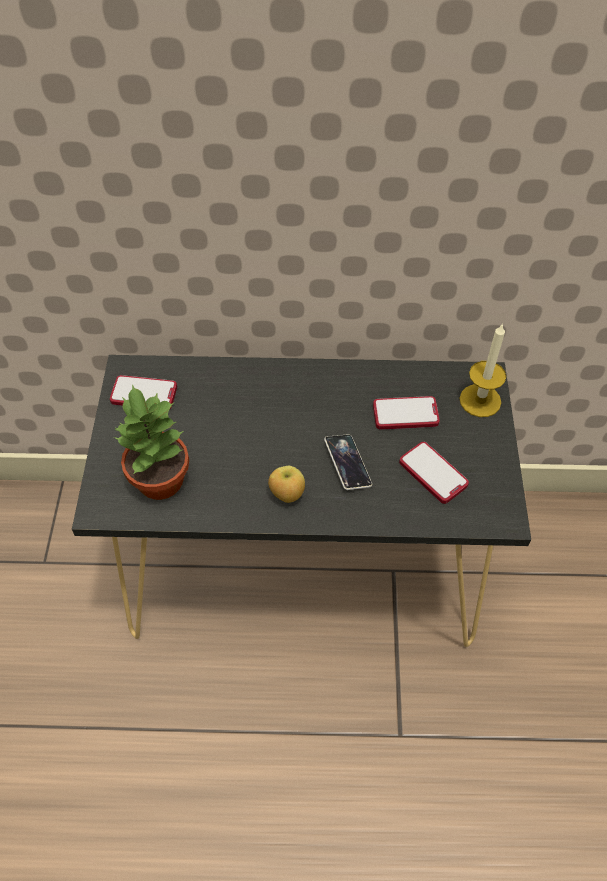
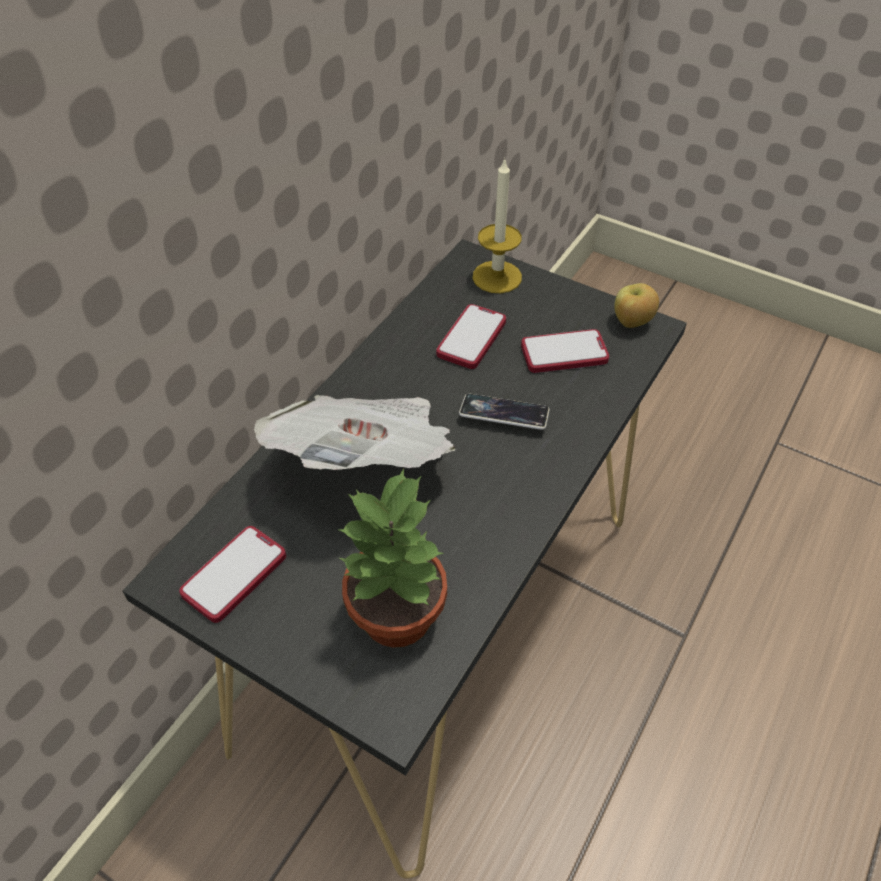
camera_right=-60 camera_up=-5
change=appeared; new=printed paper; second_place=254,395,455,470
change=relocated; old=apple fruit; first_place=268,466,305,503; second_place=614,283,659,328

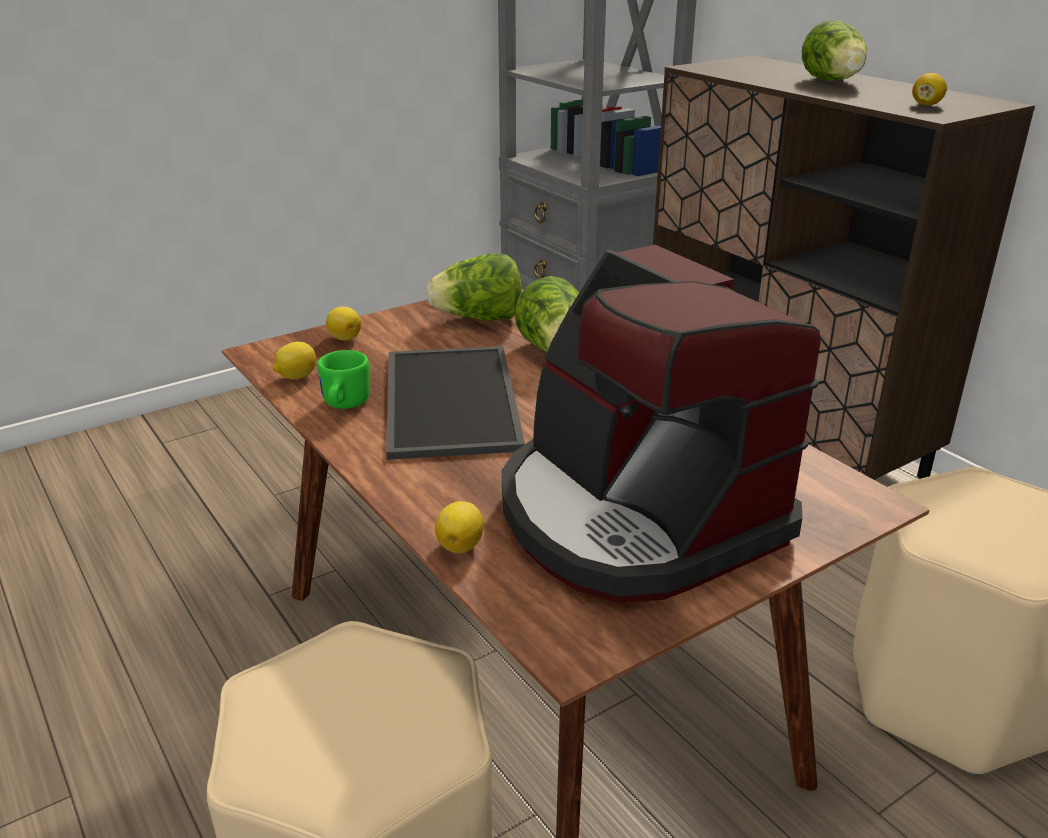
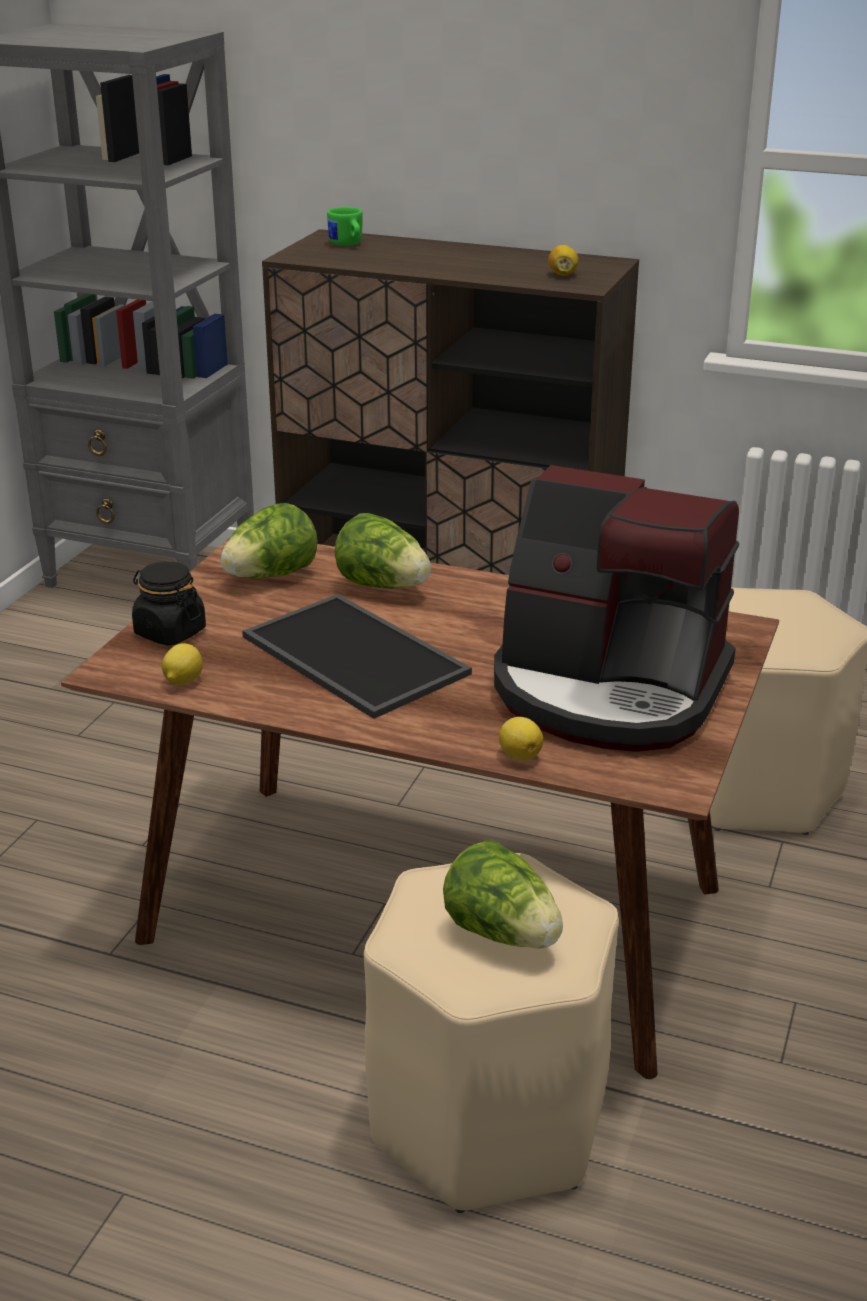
camera_right=-35 camera_up=0
change=relocated; old=greenish coffee mug; first_place=317,350,370,409; second_place=327,207,363,246
change=relocated; old=head of lettuce; first_place=802,20,867,81; second_place=443,840,563,949
change=exchanged; old=whole lemon; new=black-coloured storage jar; first_place=326,306,361,341; second_place=132,561,206,645

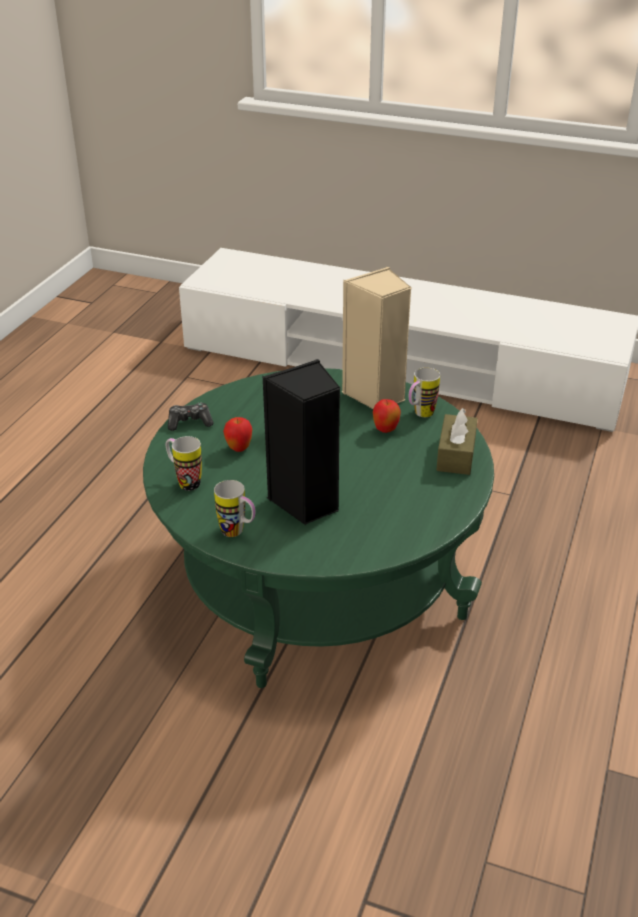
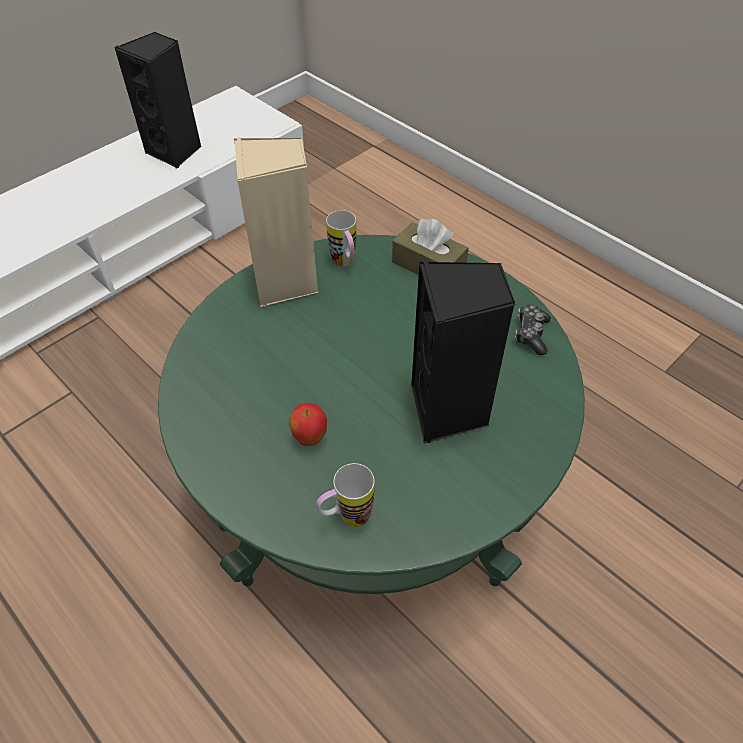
camera_right=-65 camera_up=15
change=missing; old=coffee mug; first_place=214,480,255,537
change=missing; old=apple fruit; first_place=373,399,401,433
change=appeared; new=black-coloured audio speaker; second_place=114,32,201,168
change=relocated; old=gamepad; first_place=168,403,214,431; second_place=515,304,551,355

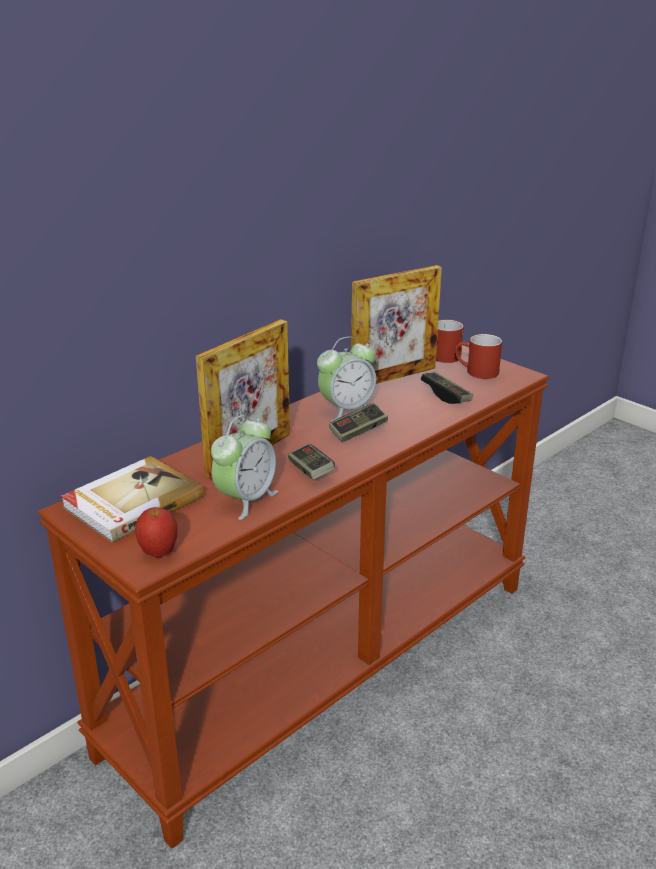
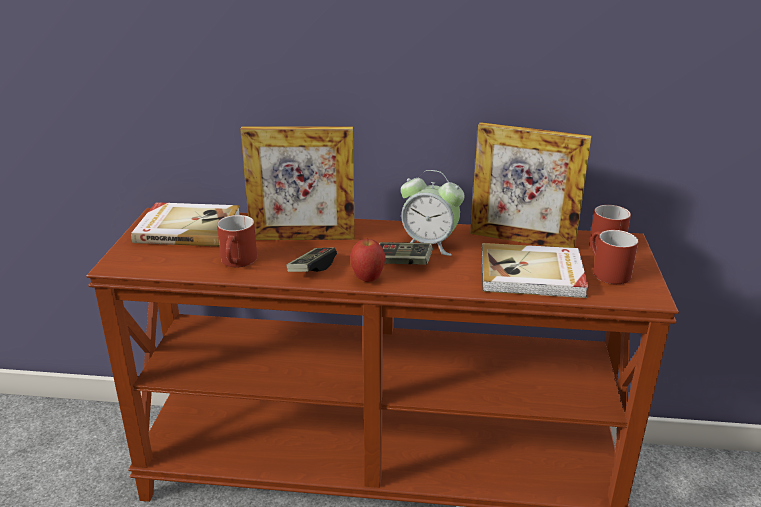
camera_right=50 camera_up=0
change=relocated; old=apple fruit; first_place=135,507,178,557; second_place=350,239,385,282
change=exchanged; old=table clock; new=red coffee mug; first_place=211,415,279,520; second_place=217,215,257,267
change=exchanged; old=gamepad; new=volume; first_place=421,372,473,404; second_place=481,243,589,298

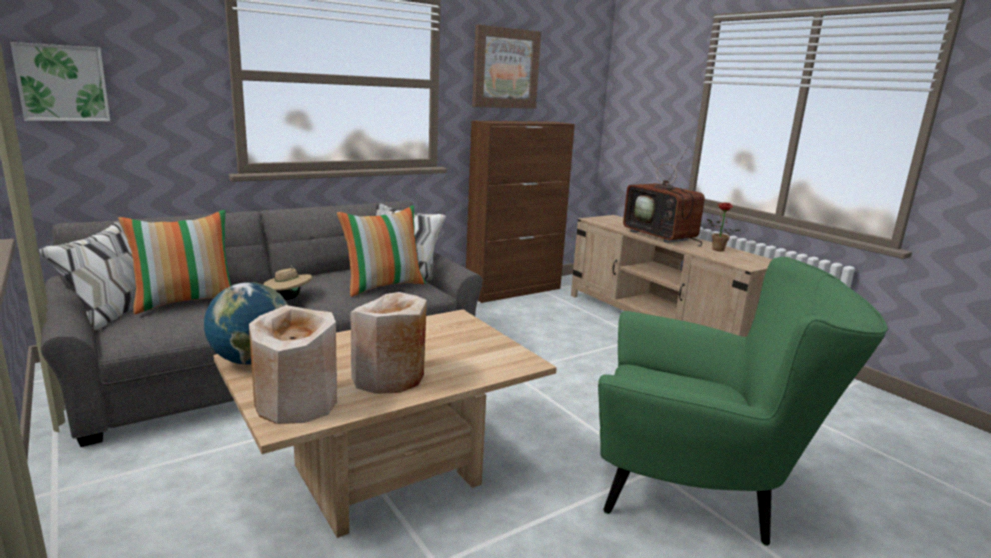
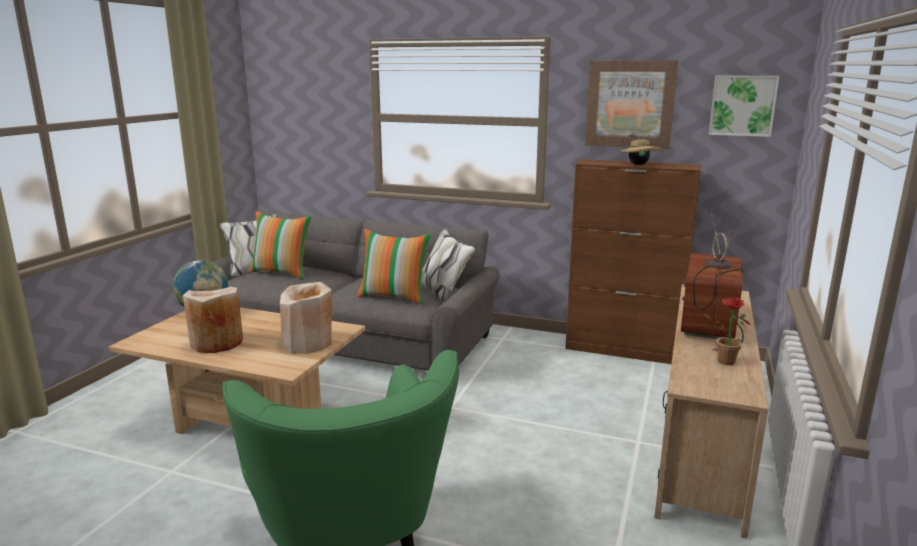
camera_right=55 camera_up=0
change=relocated; old=wall art; first_place=10,42,110,121; second_place=709,75,780,137
change=relocated; old=beige-coloured decorative vase; first_place=249,305,337,424; second_place=280,282,332,354
change=relocated; old=beige-coloured hat; first_place=263,265,312,300; second_place=621,138,661,165

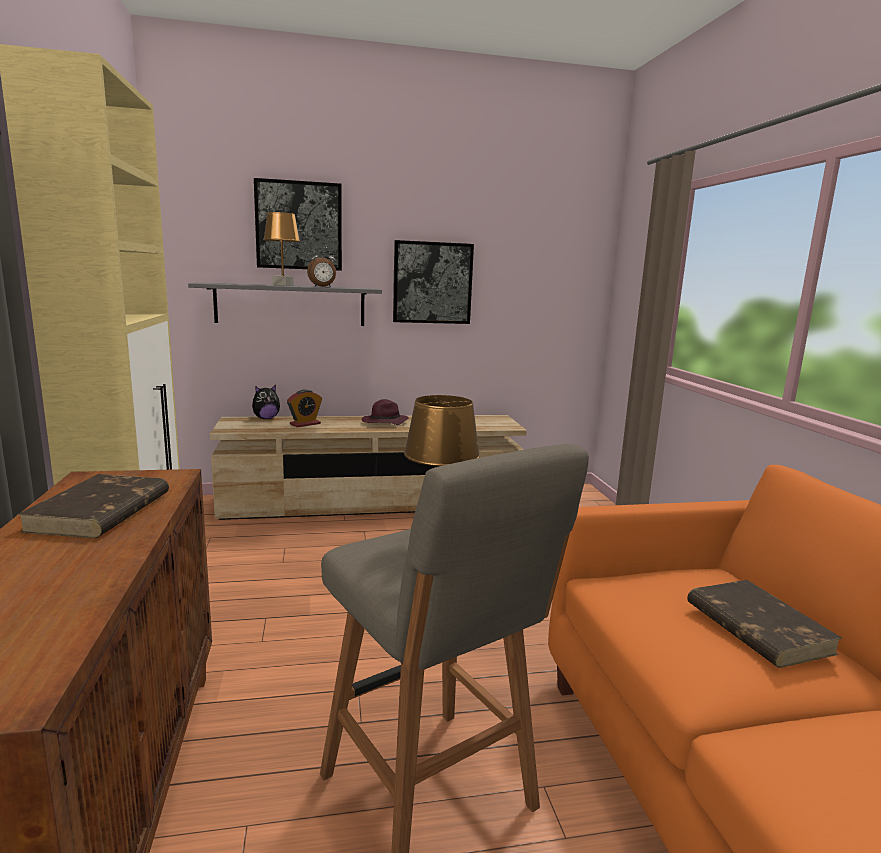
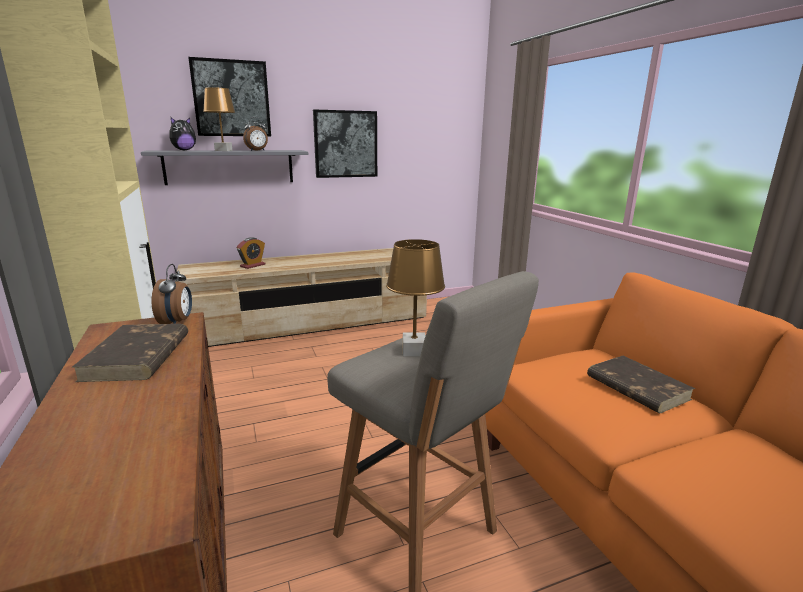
camera_right=-10 camera_up=5
change=missing; old=purple hat; first_place=361,399,409,425
change=appeared; new=table clock; second_place=152,264,192,324
change=relocated; old=soft toy; first_place=252,385,280,419; second_place=169,118,196,151

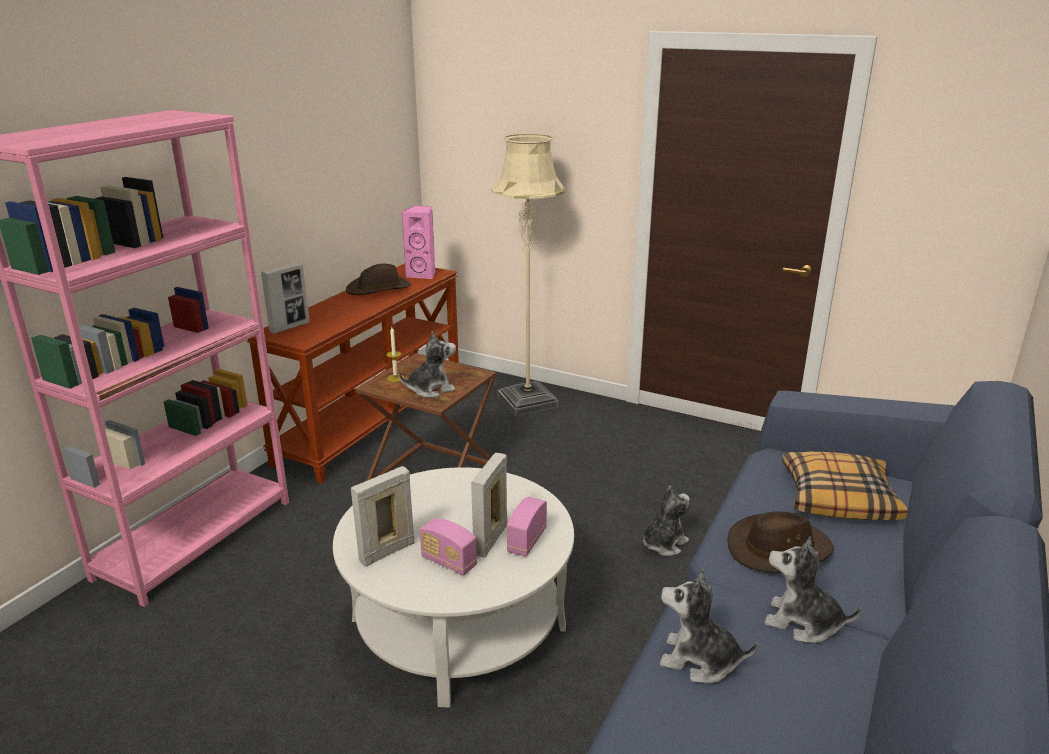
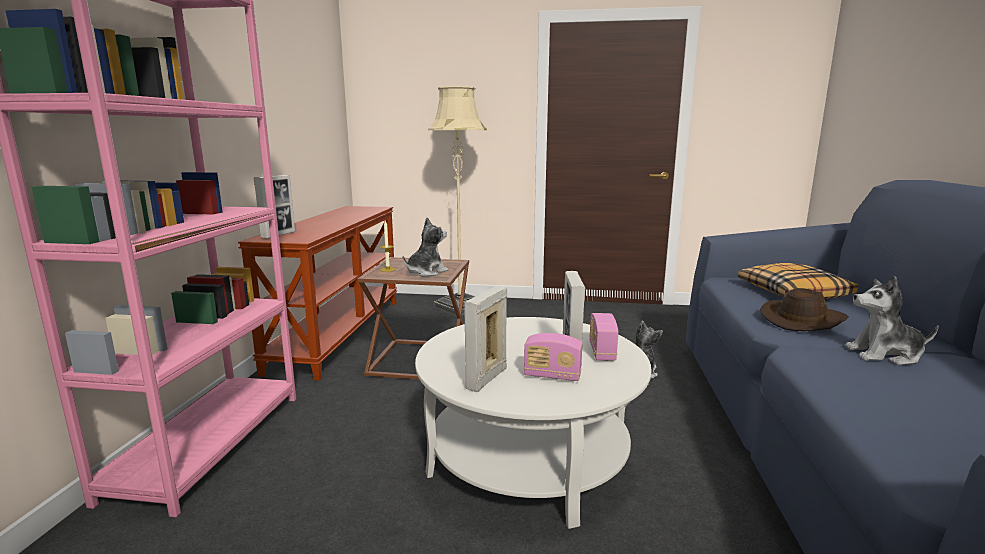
camera_right=-20 camera_up=-10
change=missing; old=brown-coloured hat; first_place=346,264,411,295
change=missing; old=pink-coloured audio speaker; first_place=401,206,435,279
change=missing; old=soft toy; first_place=660,569,758,683

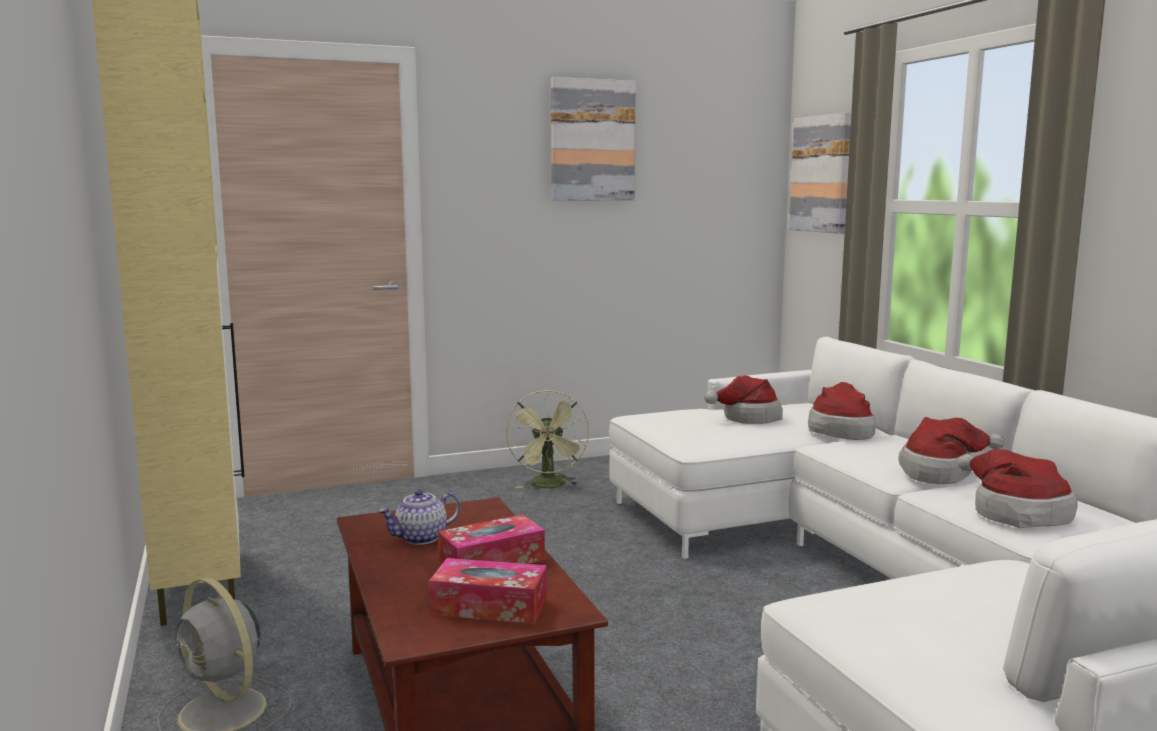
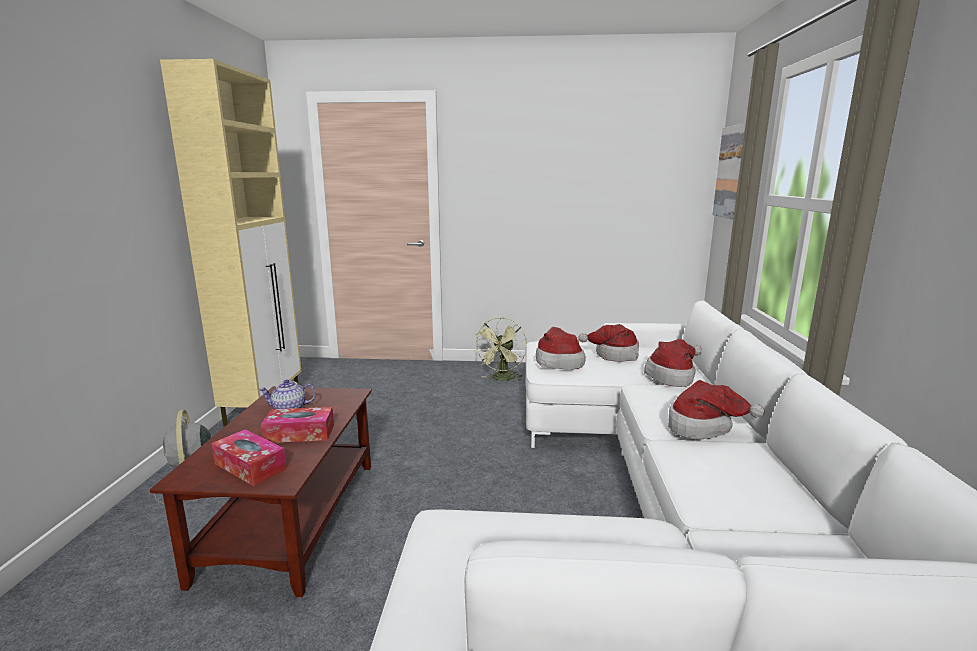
camera_right=25 camera_up=5
change=missing; old=wall art; first_place=551,77,636,201
change=relocated; old=hat; first_place=957,449,1078,528; second_place=536,327,586,370

